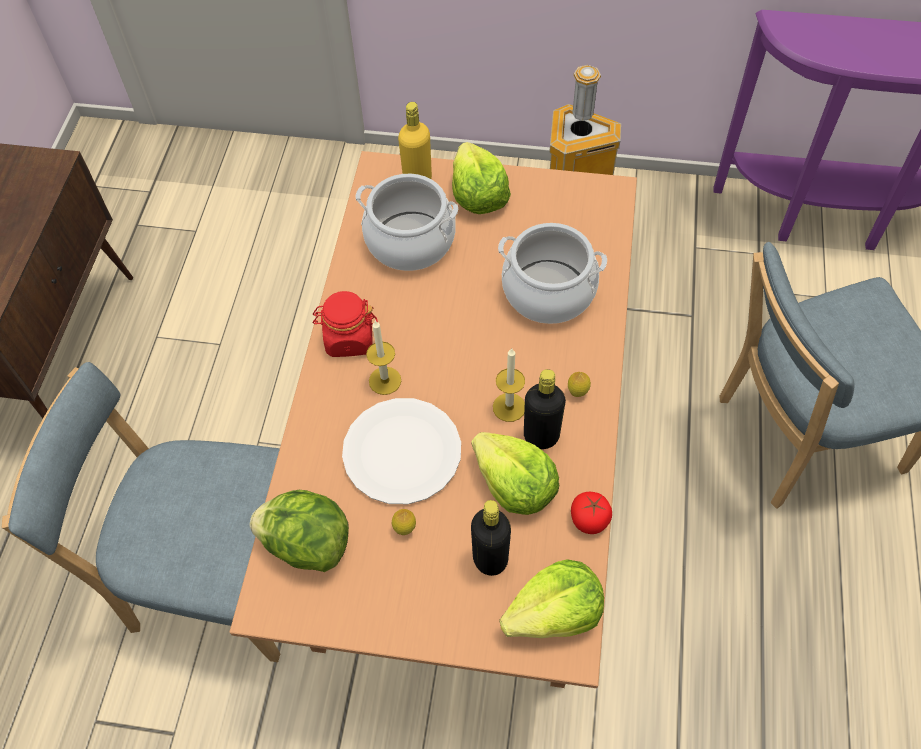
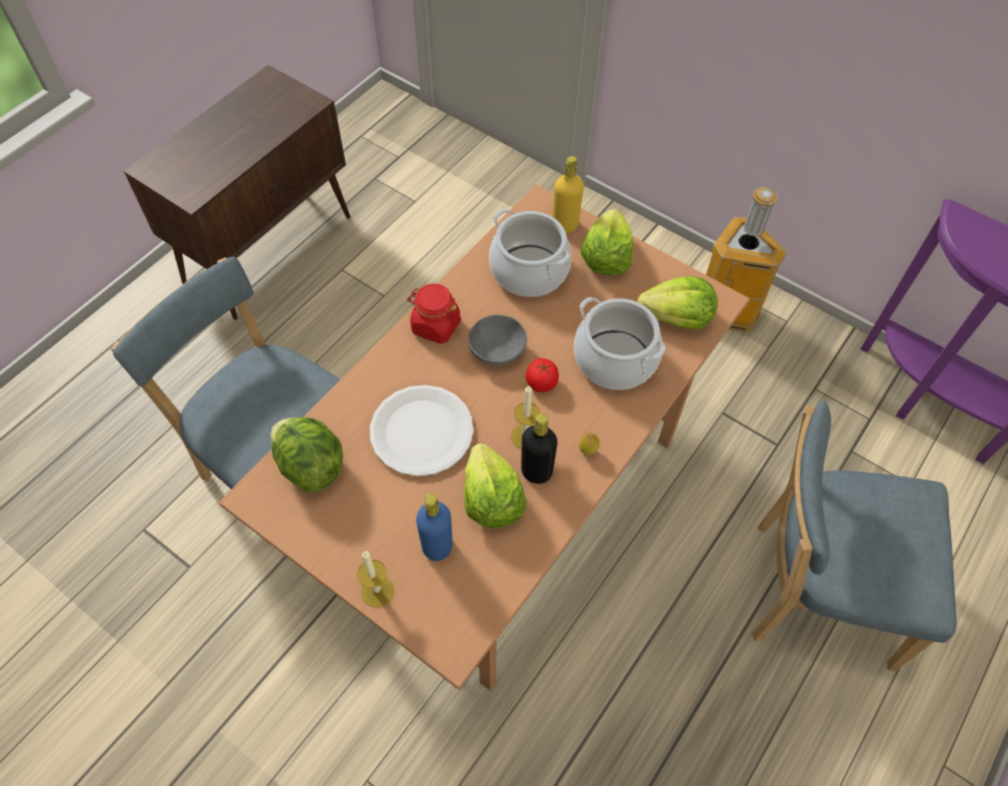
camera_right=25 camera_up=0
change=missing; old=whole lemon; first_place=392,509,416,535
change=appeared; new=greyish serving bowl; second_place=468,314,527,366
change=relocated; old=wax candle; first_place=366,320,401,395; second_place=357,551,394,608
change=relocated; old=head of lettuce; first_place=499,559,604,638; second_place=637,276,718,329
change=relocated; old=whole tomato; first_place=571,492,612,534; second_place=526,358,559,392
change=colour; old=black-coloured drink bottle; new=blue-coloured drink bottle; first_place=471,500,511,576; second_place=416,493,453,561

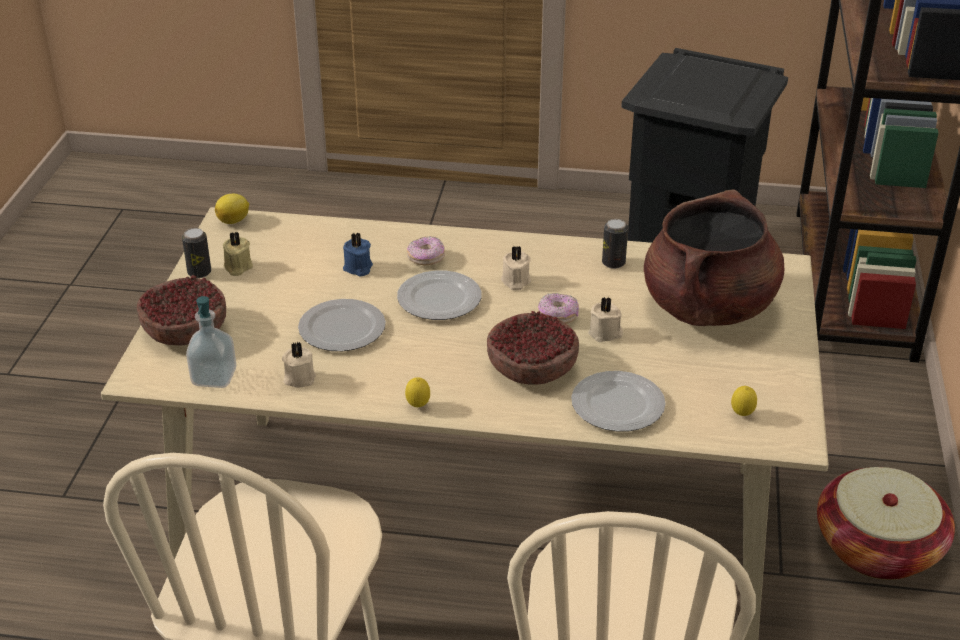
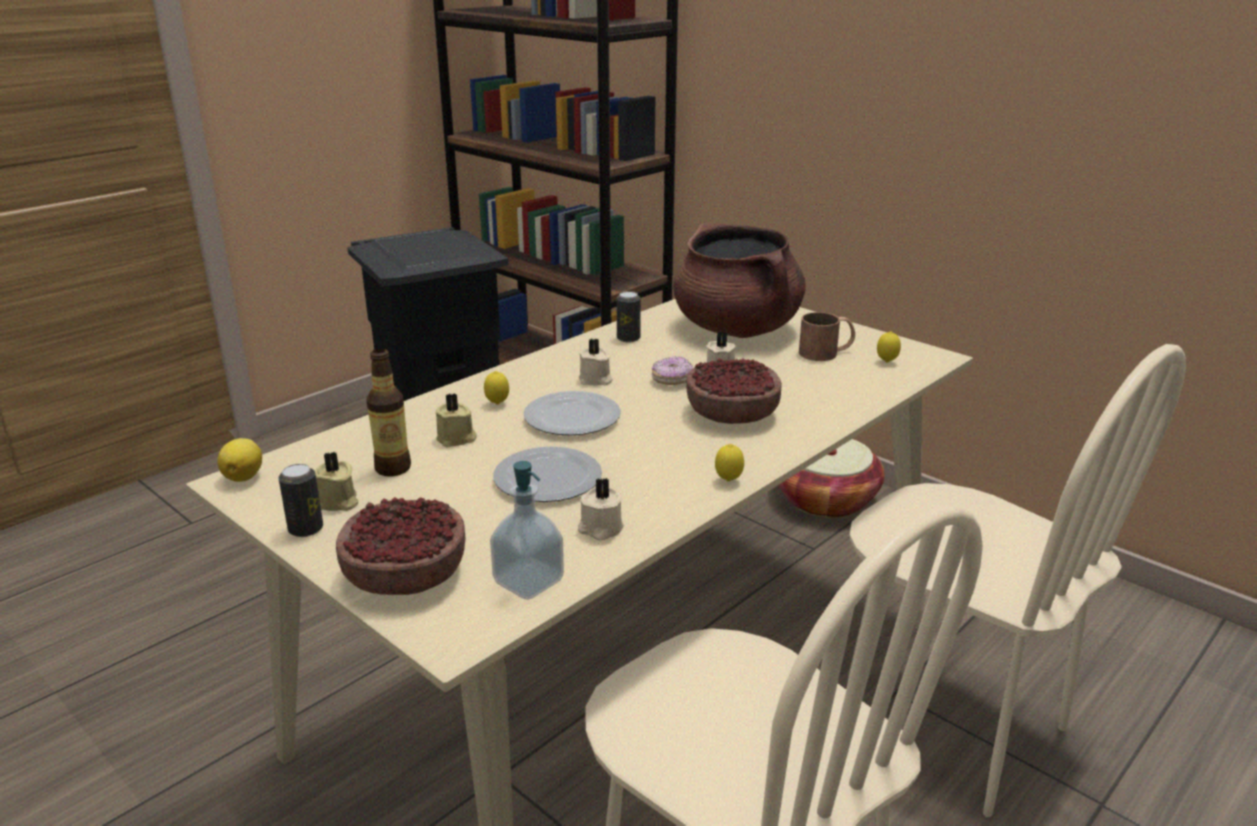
camera_right=-55 camera_up=-10
change=missing; old=flat dish; first_place=571,371,666,432
change=appeared; new=drink bottle; second_place=366,348,411,476
change=appeared; new=brown-coloured coffee mug; second_place=799,312,855,361
change=exchanged; old=donut; new=whole lemon; first_place=407,236,445,265; second_place=484,371,509,405
change=colour; old=blue-coloured wax candle; new=beige-coloured wax candle; first_place=343,233,373,276; second_place=435,393,477,447

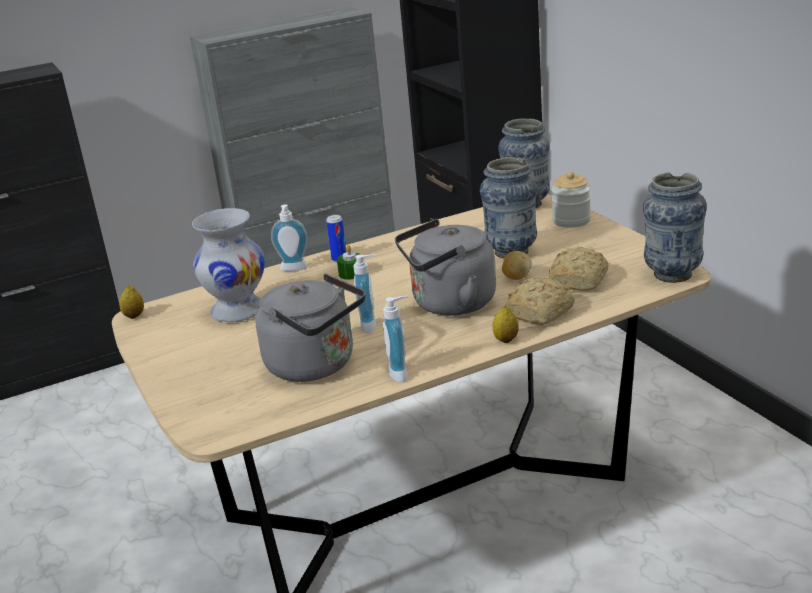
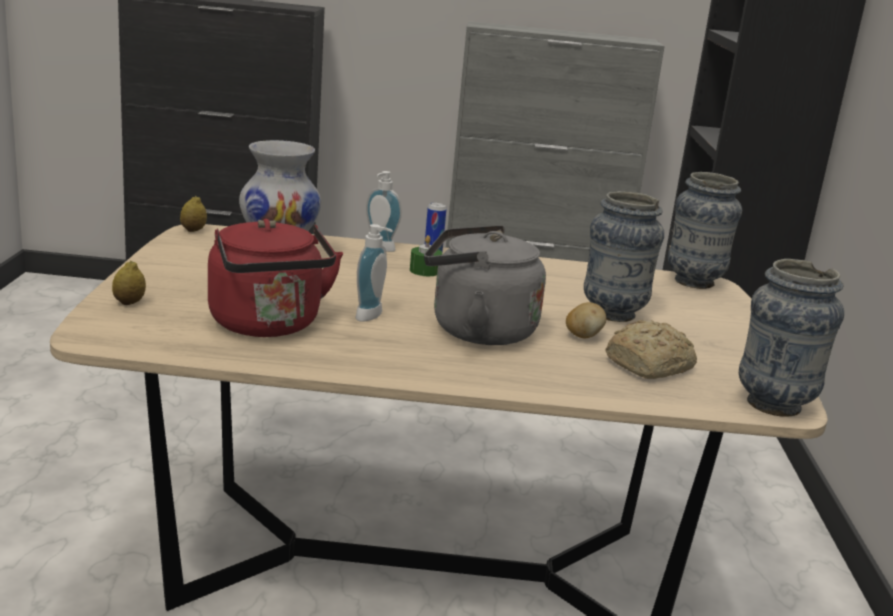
camera_right=25 camera_up=-5
change=missing; old=soap dispenser; first_place=383,296,408,383
change=missing; old=bakery bread; first_place=506,277,575,325
change=missing; old=storage jar; first_place=551,171,591,228
change=relocated; old=whole lemon; first_place=493,306,519,343; second_place=112,261,146,305
change=colour; old=greyish water kettle; new=red water kettle; first_place=255,274,365,382; second_place=208,219,343,337

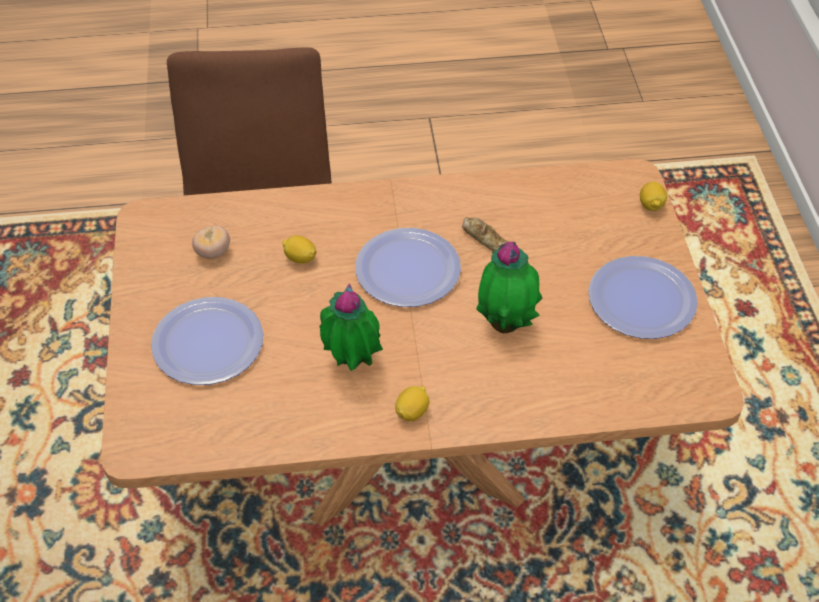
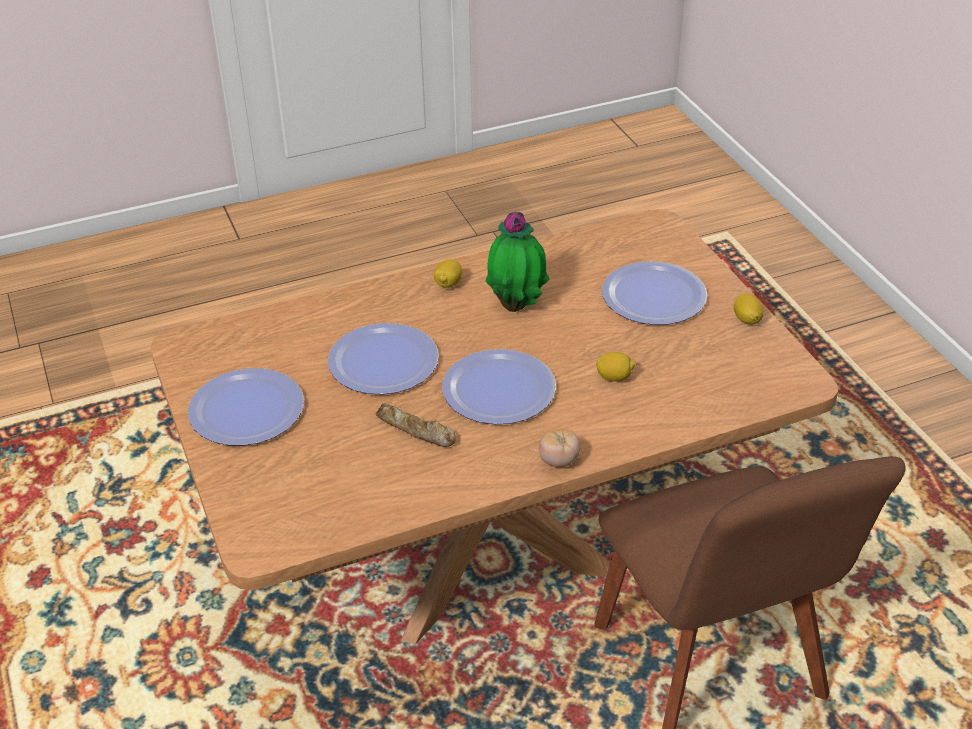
camera_right=165 camera_up=-10
change=relocated; old=whole tomato; first_place=192,226,230,259; second_place=539,430,581,467
change=relocated; old=whole lemon; first_place=640,182,667,211; second_place=734,294,764,325
change=exchanged; old=potted plant; new=flat dish; first_place=476,242,542,333; second_place=328,323,439,394

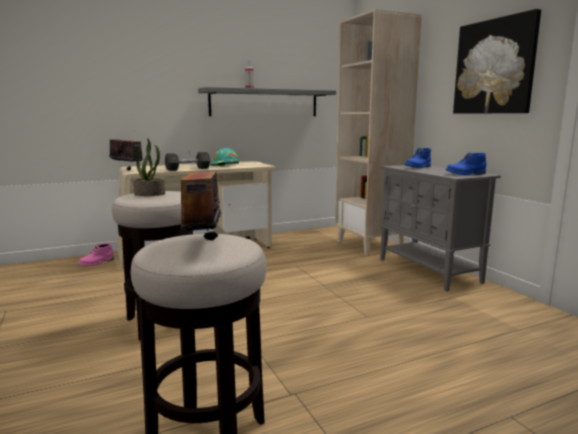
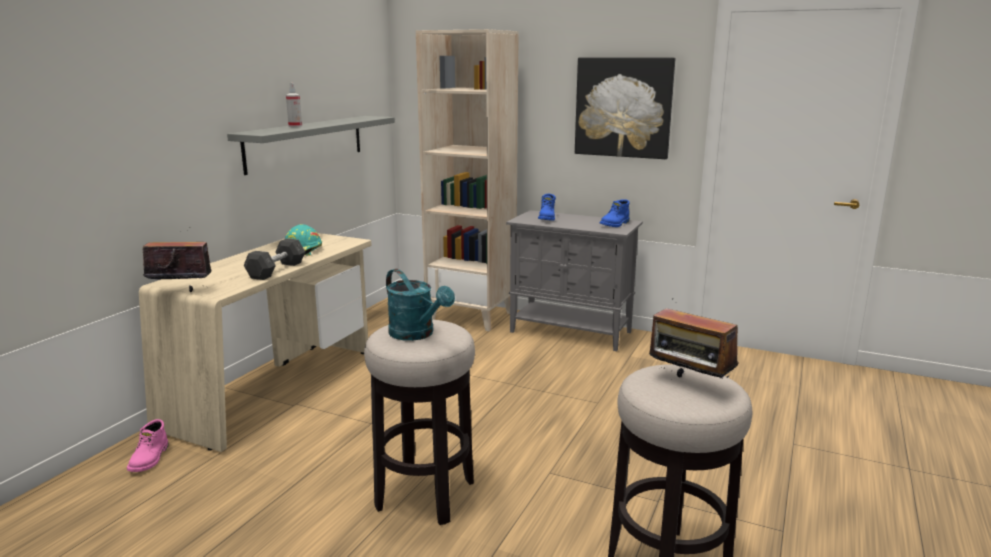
camera_right=-40 camera_up=5
change=exchanged; old=potted plant; new=turquoise-coloured watering can; first_place=133,138,165,196; second_place=386,269,455,341

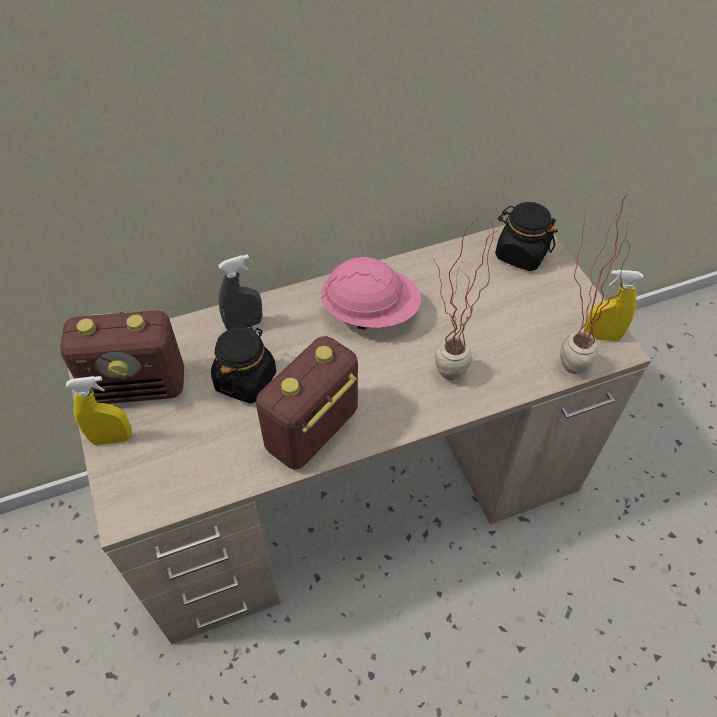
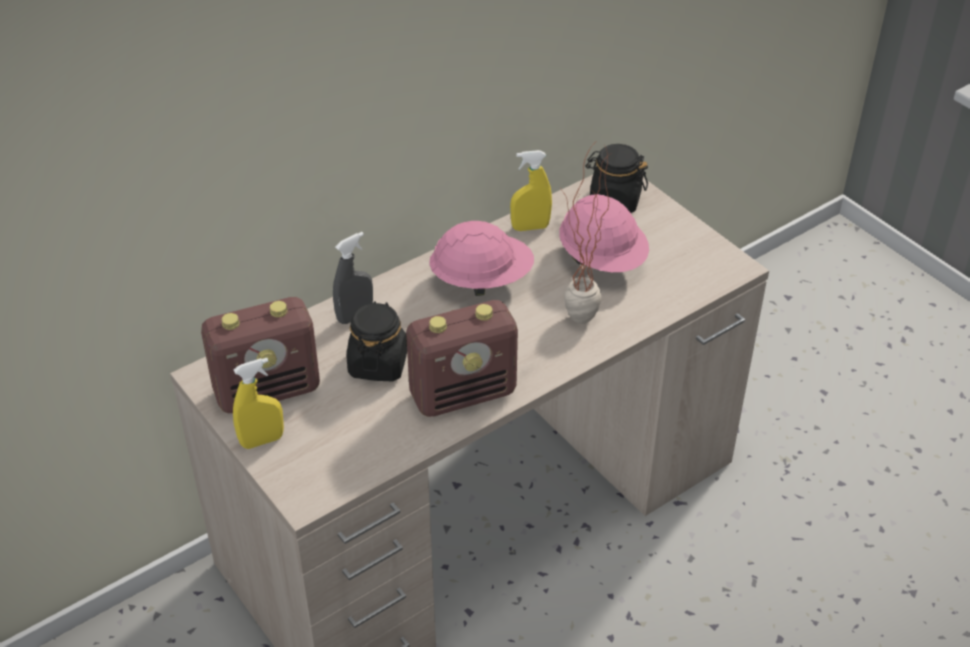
camera_right=-15 camera_up=-10
change=missing; old=potted plant; first_place=560,196,634,374
change=appeared; new=pink-coloured work helmet; second_place=559,194,649,272
change=relocated; old=yellow hand sprayer; first_place=584,270,643,341; second_place=510,150,552,231
change=spun; old=radio; first_place=256,336,358,469; second_place=406,300,518,417; degrees=-135

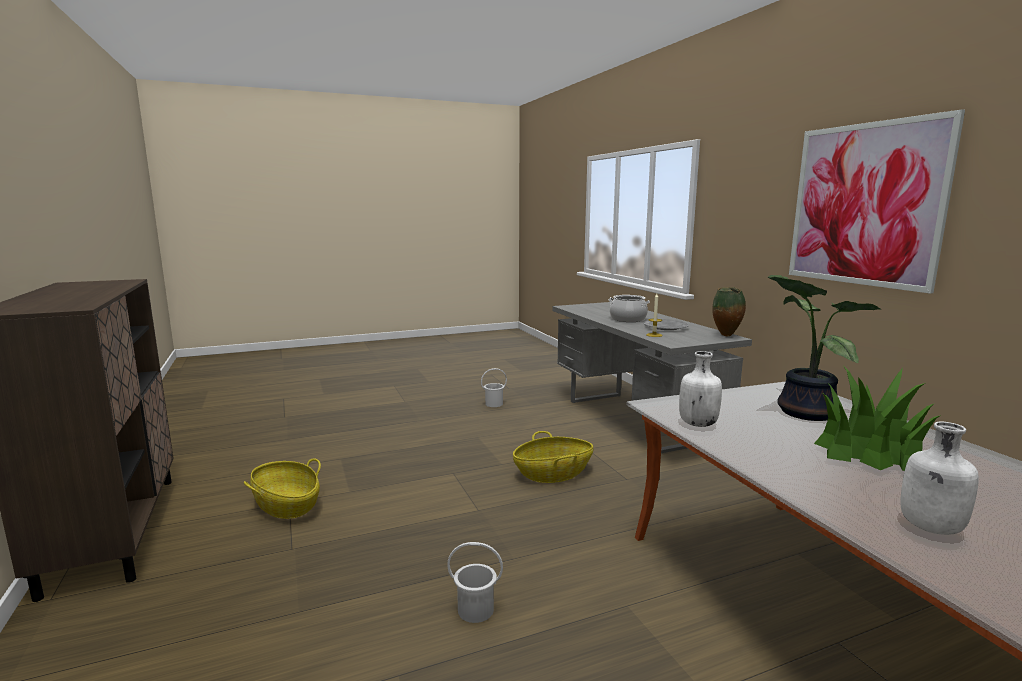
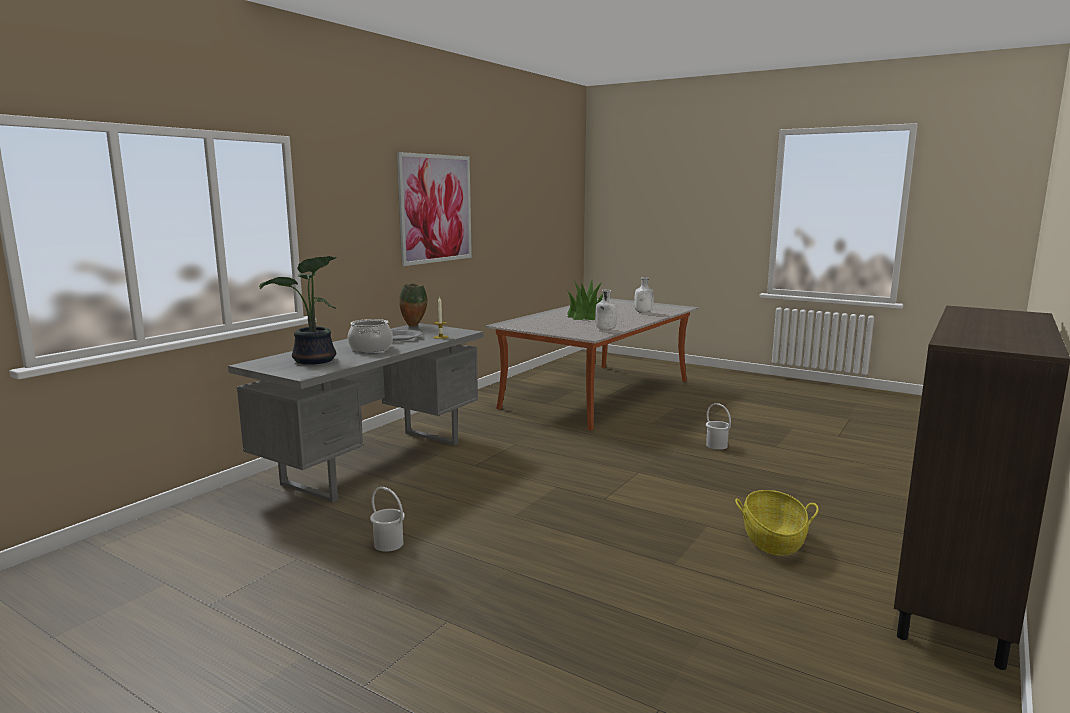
camera_right=-125 camera_up=0
change=missing; old=storage basket; first_place=513,431,593,483
change=relocated; old=potted plant; first_place=767,275,882,421; second_place=259,256,337,365

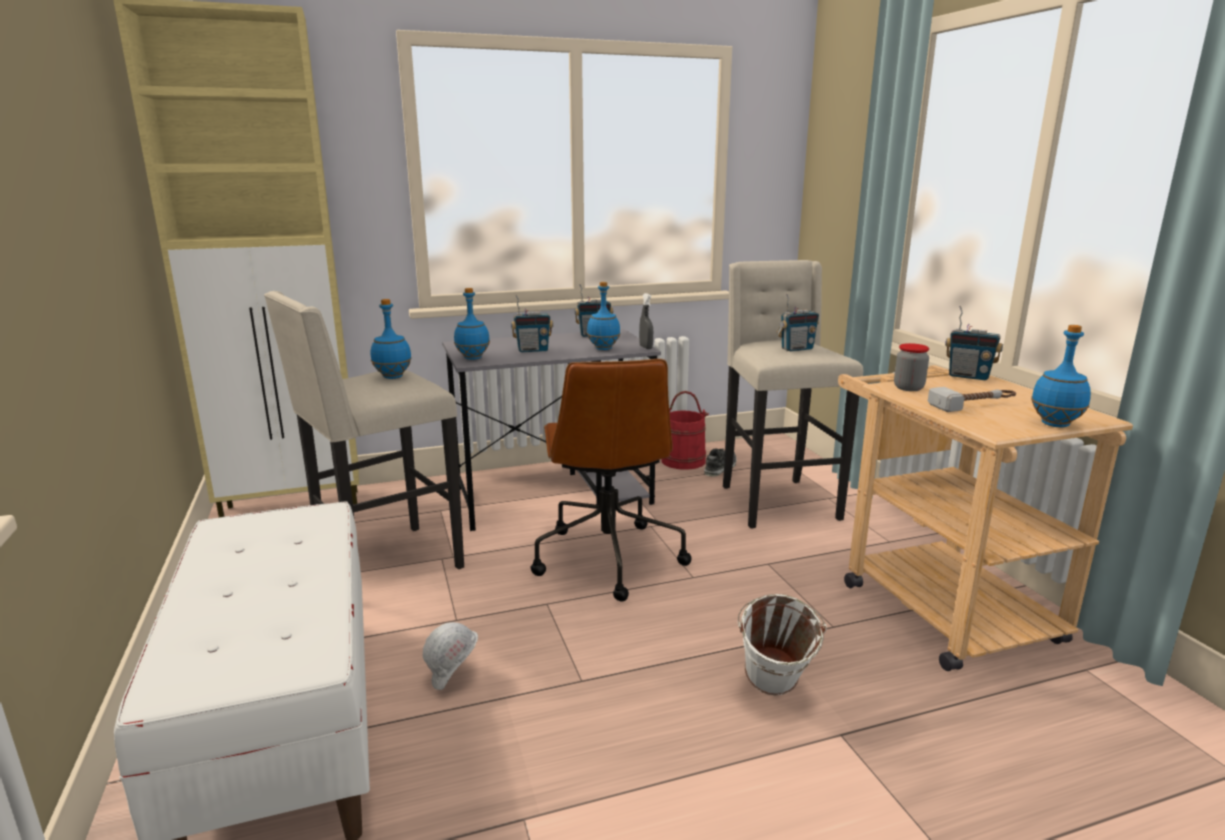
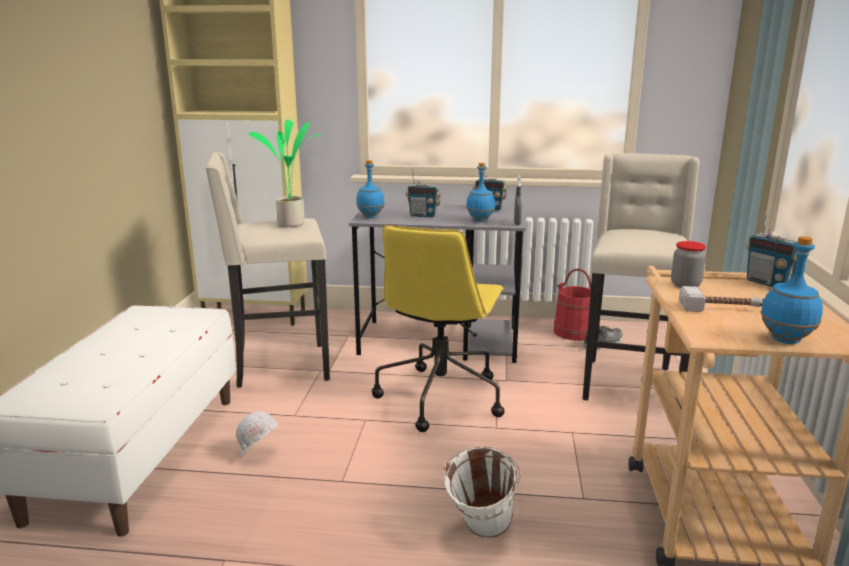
camera_right=25 camera_up=0
change=missing; old=radio; first_place=777,293,819,351
change=exchanged; old=blue-coloured drink bottle; new=potted plant; first_place=371,299,412,379; second_place=249,119,321,227
change=colour; old=brown-coloured computer chair; new=yellow computer chair; first_place=530,359,692,602; second_place=372,225,505,432

